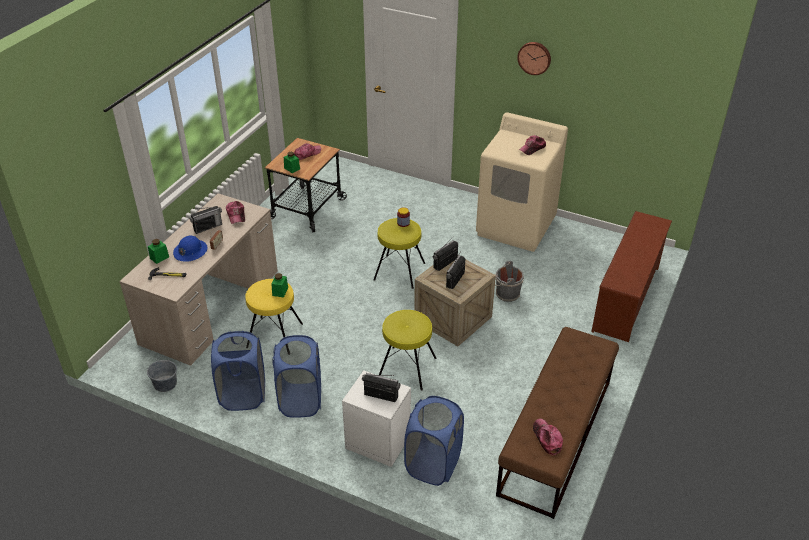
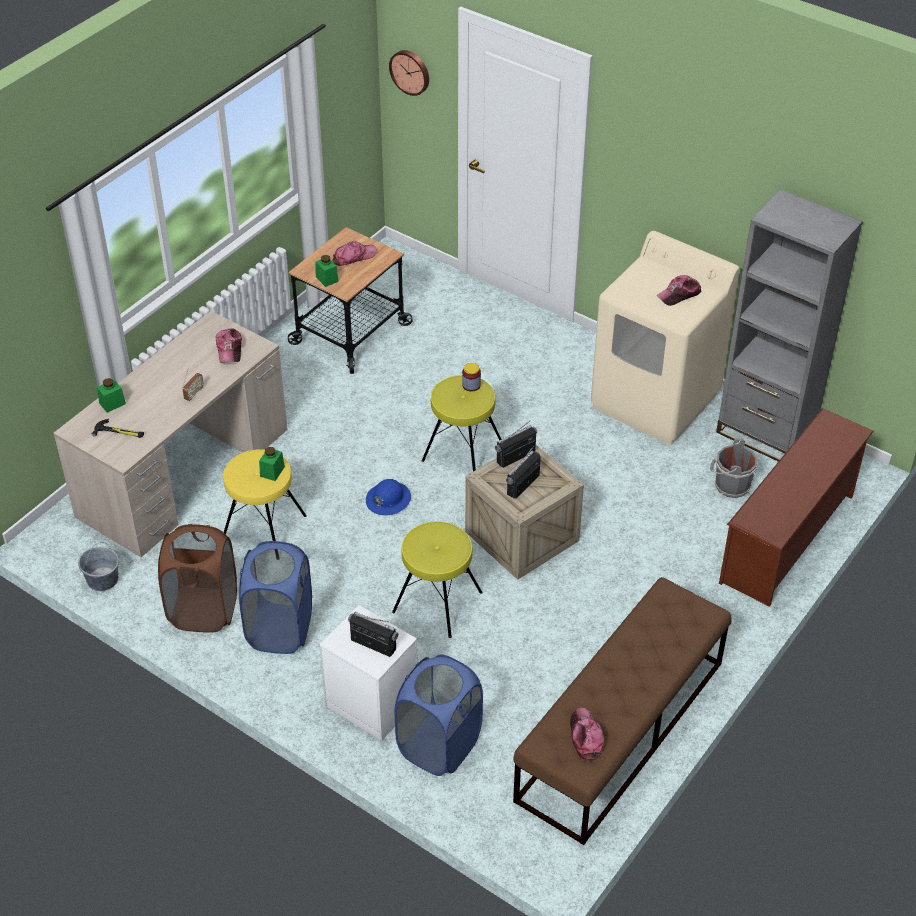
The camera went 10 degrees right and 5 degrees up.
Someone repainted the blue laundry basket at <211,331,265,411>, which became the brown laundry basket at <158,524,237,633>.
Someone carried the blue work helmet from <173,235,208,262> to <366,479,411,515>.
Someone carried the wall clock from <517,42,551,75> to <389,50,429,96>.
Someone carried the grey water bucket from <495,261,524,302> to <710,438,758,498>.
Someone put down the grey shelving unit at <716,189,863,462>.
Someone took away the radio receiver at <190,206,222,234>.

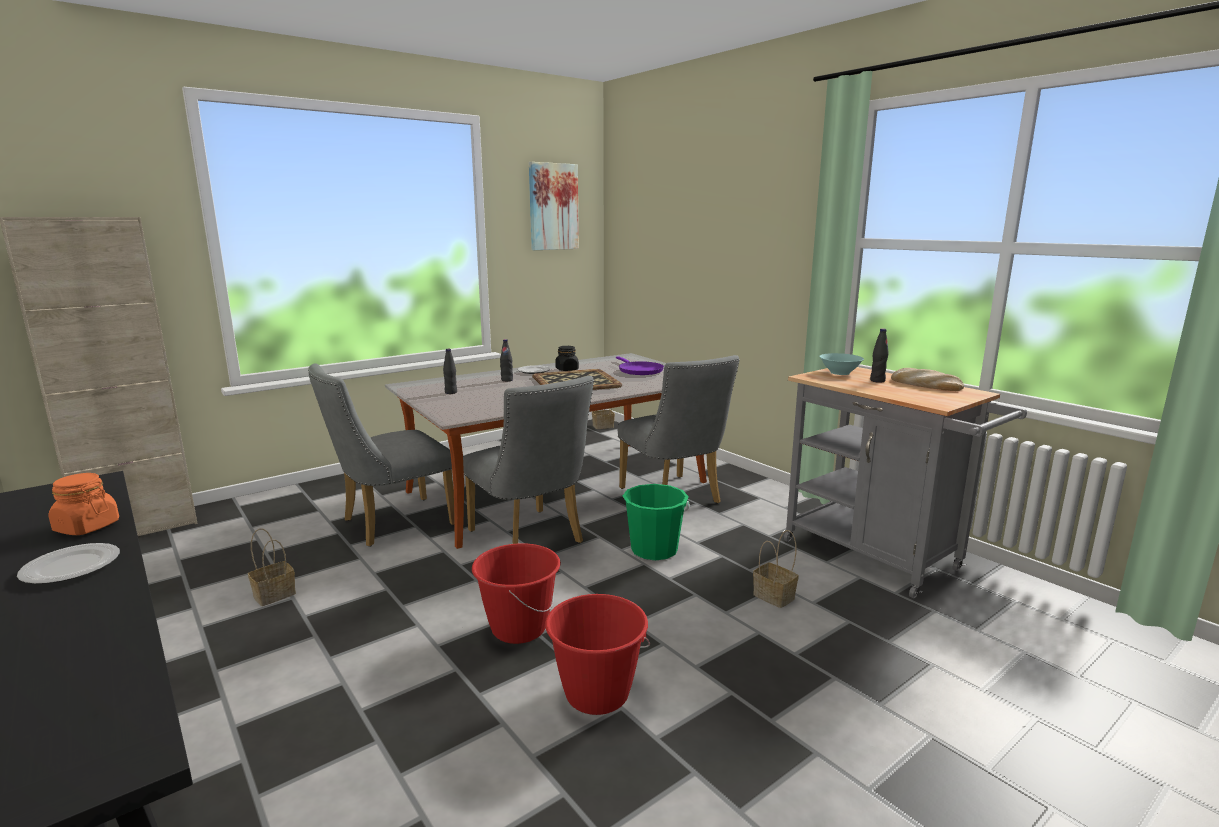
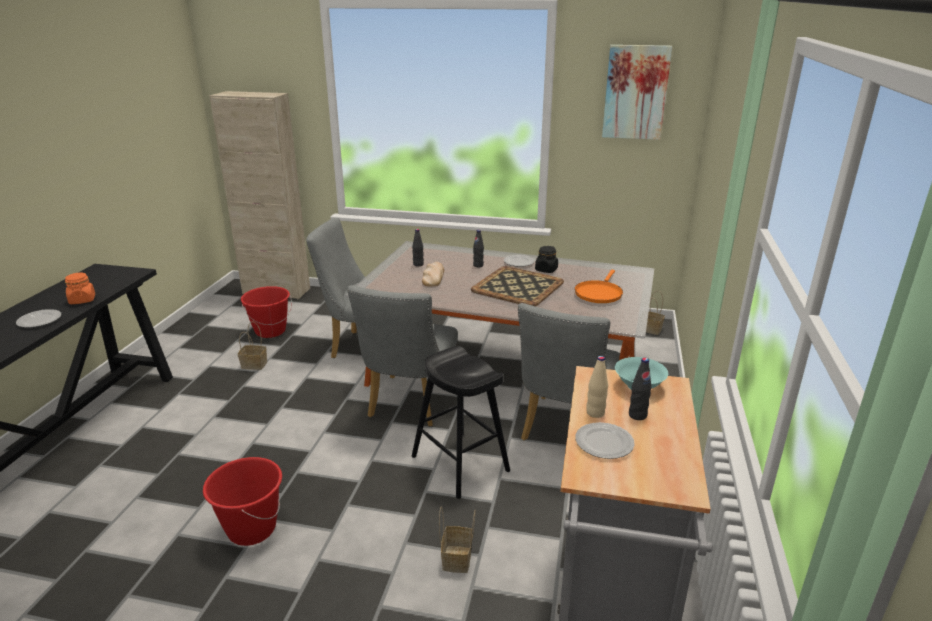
The camera went 50 degrees right and 10 degrees up.
Someone carried the reddish water bucket from <472,543,561,644> to <241,286,292,338>.
Someone swapped the green water bucket at <623,484,690,560> for the black-coloured stool at <412,346,510,499>.
Someone carried the bread from <891,368,964,391> to <422,262,444,287>.
Someone repainted the purplish pan at <616,356,664,375>, which became the orange pan at <575,270,623,303>.
Someone put down the plate at <575,422,635,459>.
Someone put down the beige-coloured drink bottle at <586,356,608,418>.

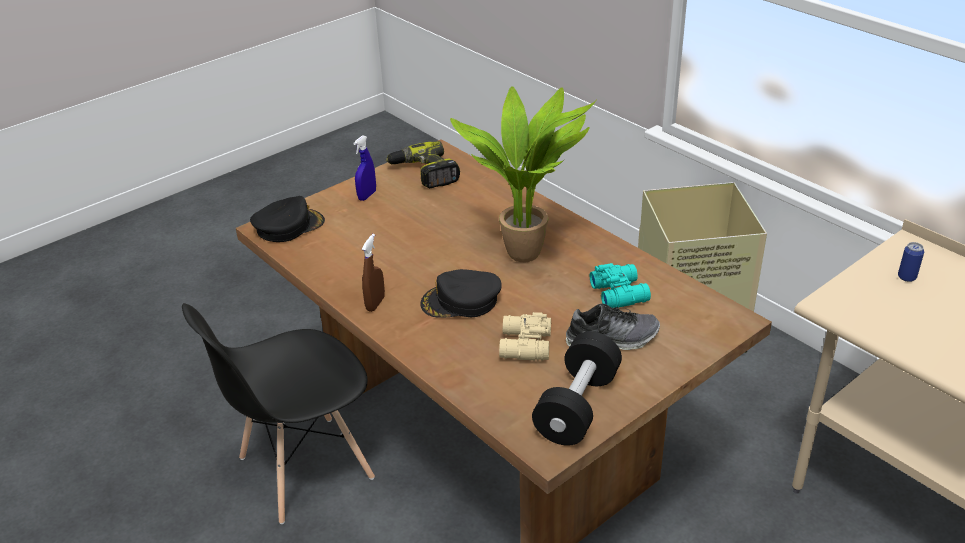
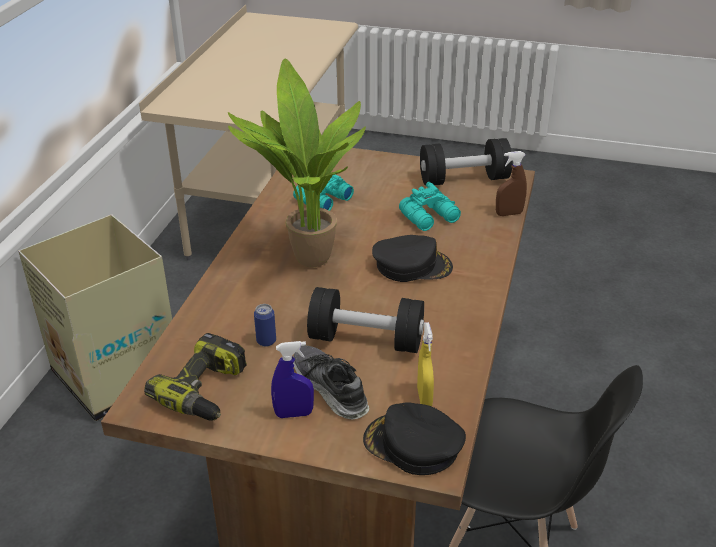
The camera went 125 degrees left and 0 degrees up.
Someone carried the sealed can from <898,242,924,282> to <254,304,276,347>.
Someone carried the item of footwear from <566,304,660,350> to <293,346,369,419>.
Someone put down the black-coloured dumbbell at <307,287,424,353>.
Someone rotated the black-coloured cap at <420,269,502,318> by 45 degrees counterclockwise.
Someone repainted the beige-coloured pair of binoculars at <499,312,551,361>, which became the turquoise-coloured pair of binoculars at <399,182,461,231>.
Someone put down the yellow spray bottle at <417,322,434,406>.
Someone carried the brown spray bottle from <362,234,385,312> to <496,151,527,216>.

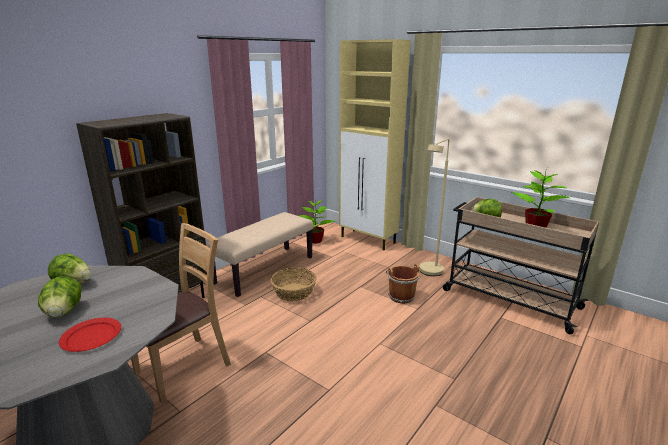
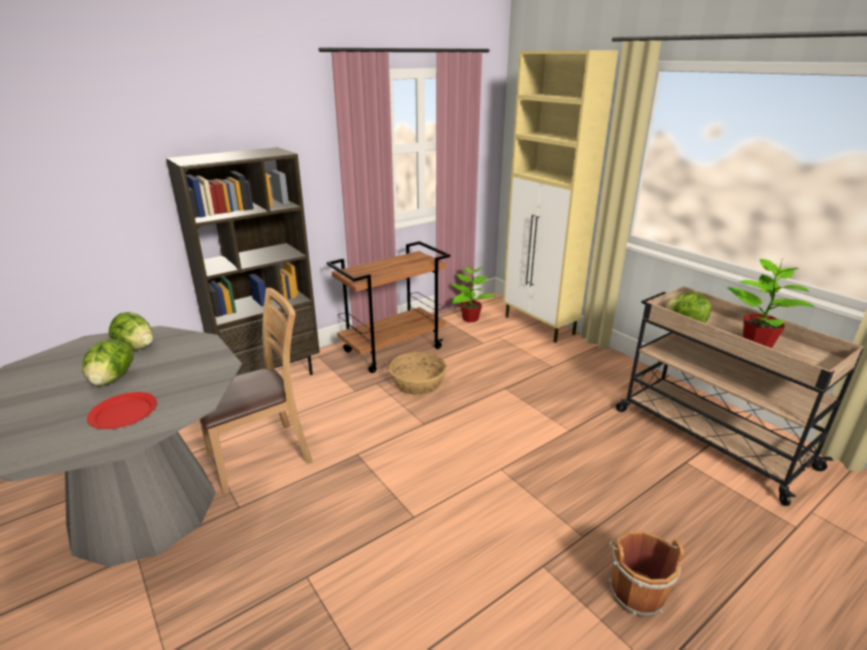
The camera went 15 degrees right and 5 degrees up.
Someone swapped the beige-coloured bench at <206,212,313,297> for the brown trolley at <327,241,450,373>.
Someone carried the brown water bucket from <386,264,419,304> to <609,531,684,617>.
Someone took away the beige-coloured standard lamp at <419,139,449,276>.

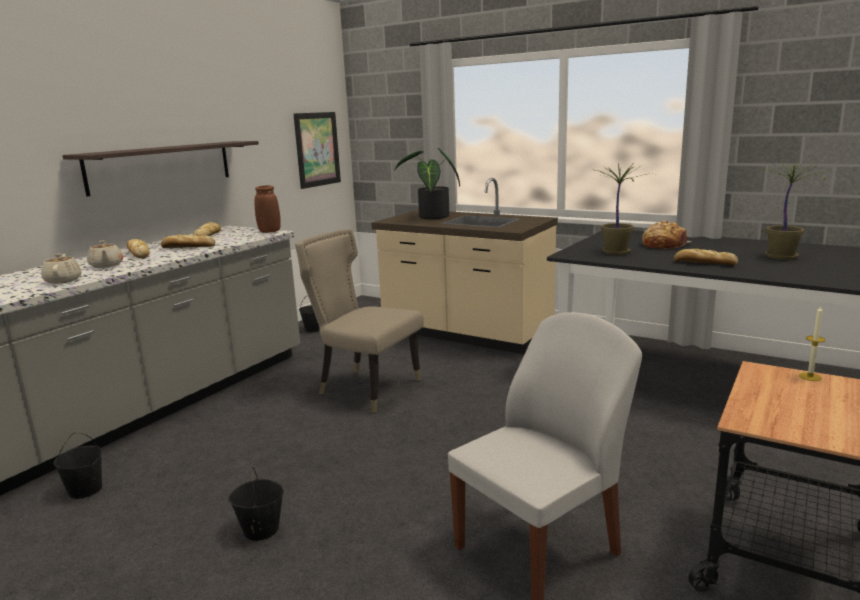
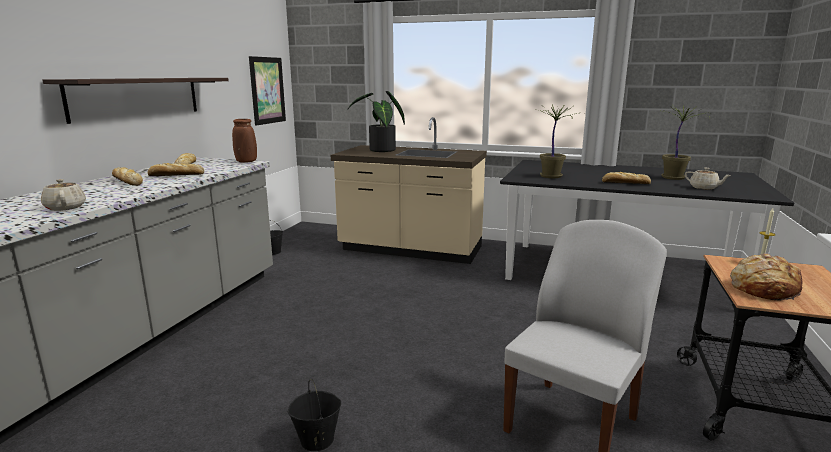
The camera went 15 degrees left and 0 degrees up.
Someone carried the beige-coloured teapot from <87,241,123,268> to <685,168,731,190>.
Someone carried the bread from <642,220,692,249> to <730,253,803,301>.
Someone took away the black-coloured water bucket at <54,433,102,499>.
Someone took away the beige-coloured upright chair at <295,229,424,413>.

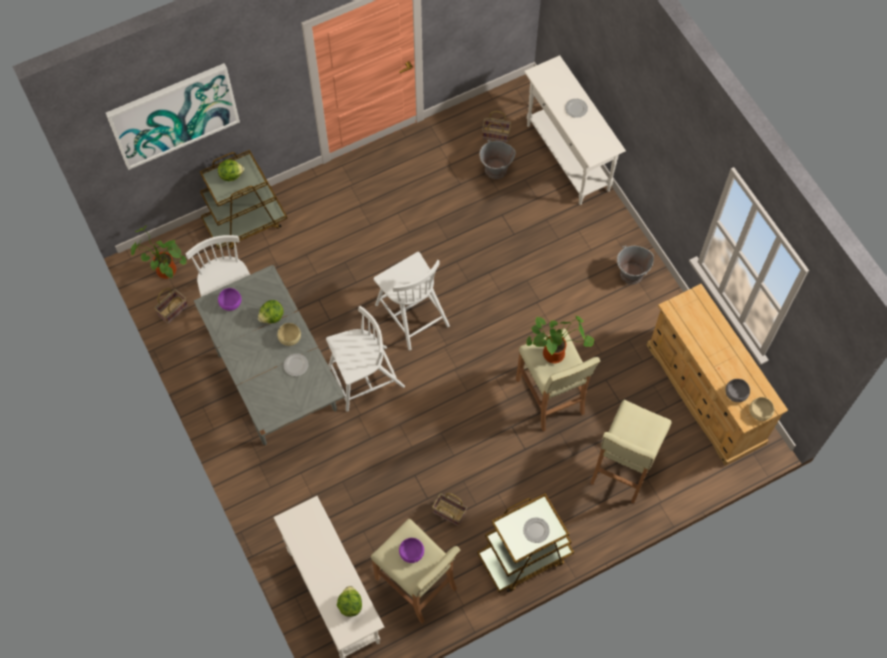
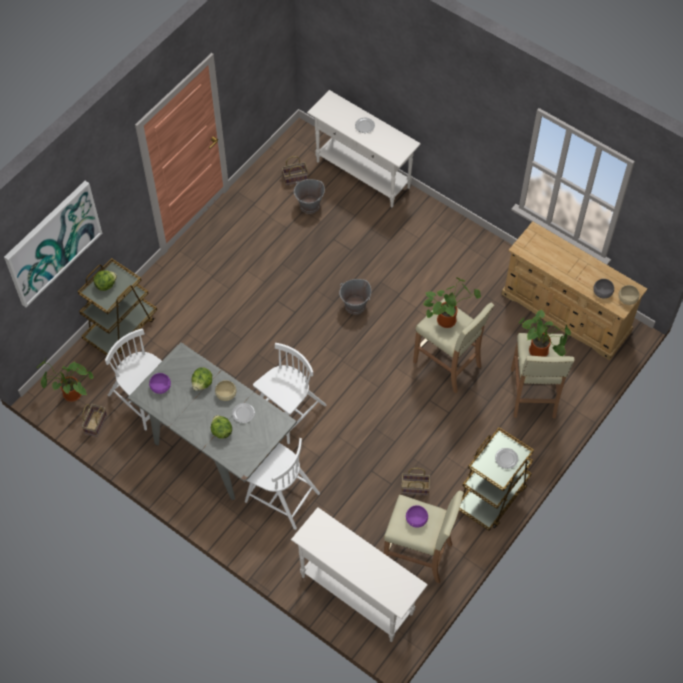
The camera went 25 degrees left and 5 degrees down.
Someone carried the lettuce from <337,586,362,617> to <211,415,232,439>.
Someone carried the whitish upright chair from <373,252,450,351> to <245,438,320,530>.
Someone carried the grey water bucket from <617,245,654,284> to <339,279,371,315>.
Someone put down the plant in a pot at <519,310,571,357>.

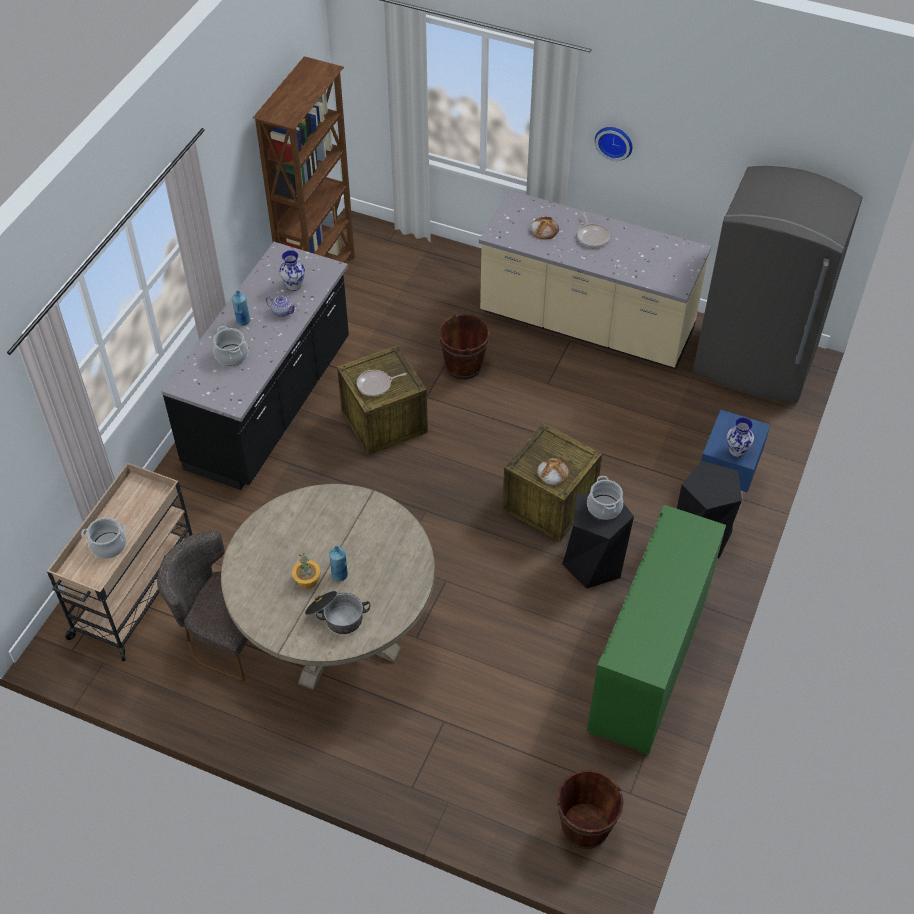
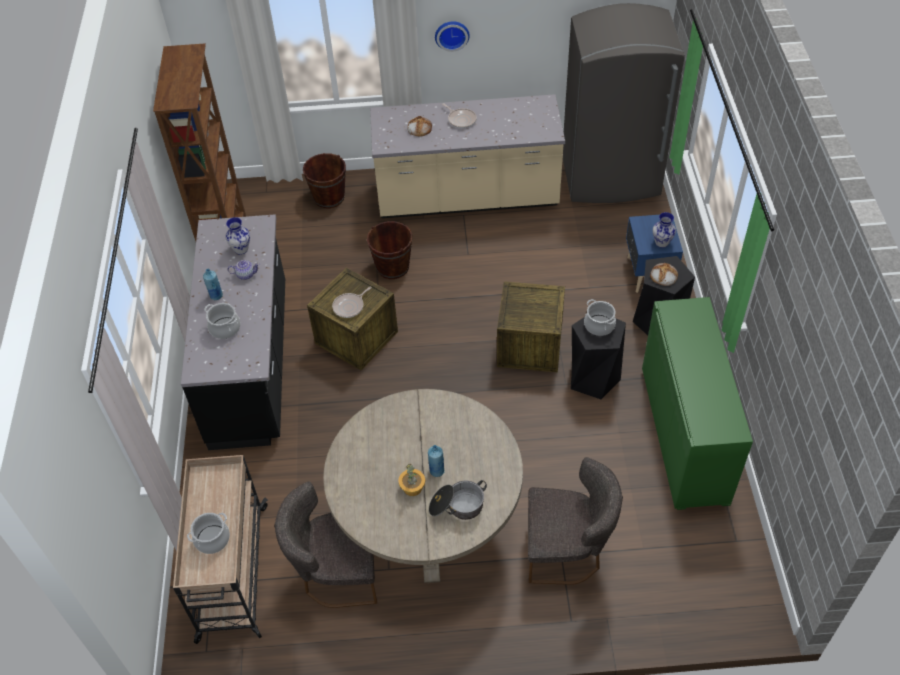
The camera went 25 degrees left and 0 degrees up.
Someone carried the brown water bucket from <557,770,624,849> to <303,153,346,208>.
Someone put down the grey upright chair at <528,457,623,585>.
Someone carried the bread from <537,458,569,486> to <650,263,678,286>.

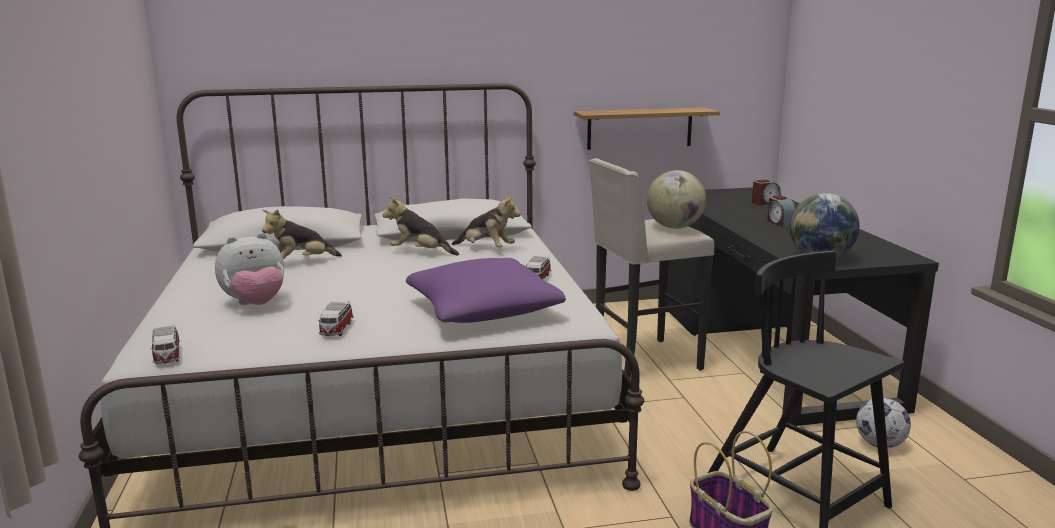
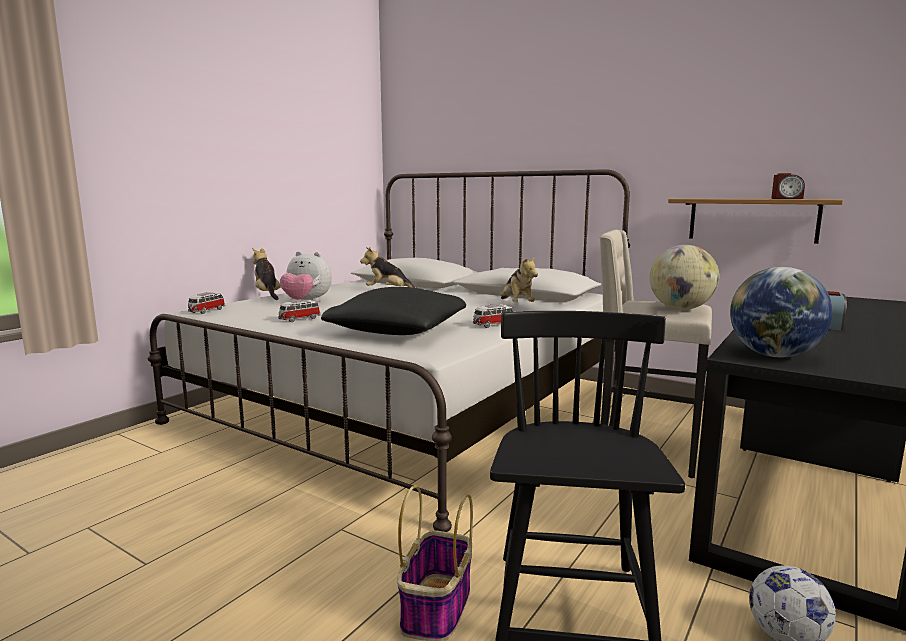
The camera went 45 degrees right and 5 degrees down.
Someone carried the plush toy from <383,196,459,256> to <252,248,281,300>.
Someone repainted the purplish throw pillow at <406,258,566,323>, which became the black-coloured throw pillow at <321,287,466,335>.
Someone carried the table clock from <752,179,781,205> to <771,173,805,199>.

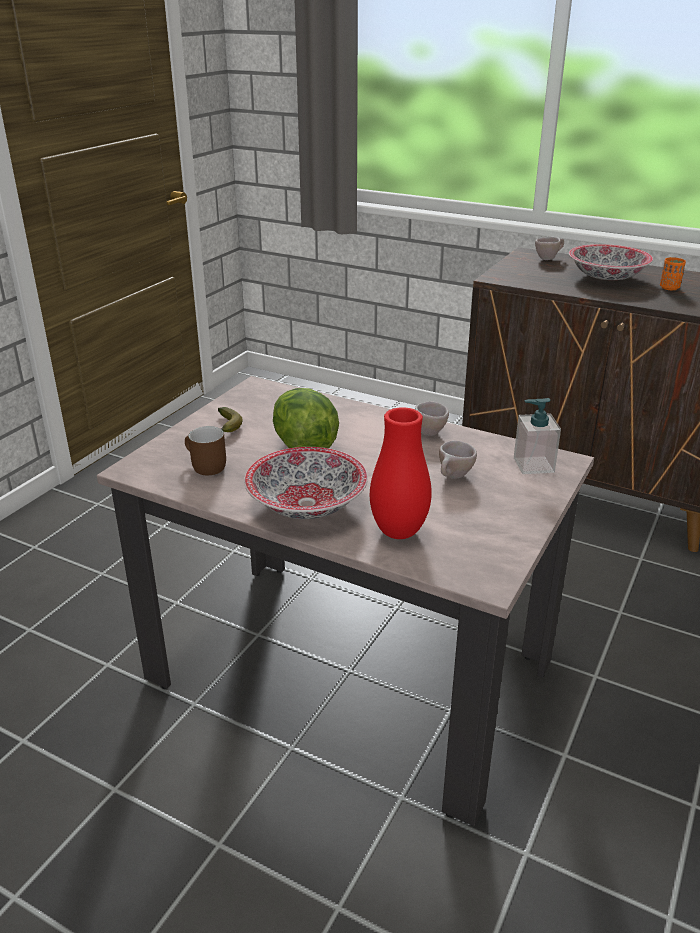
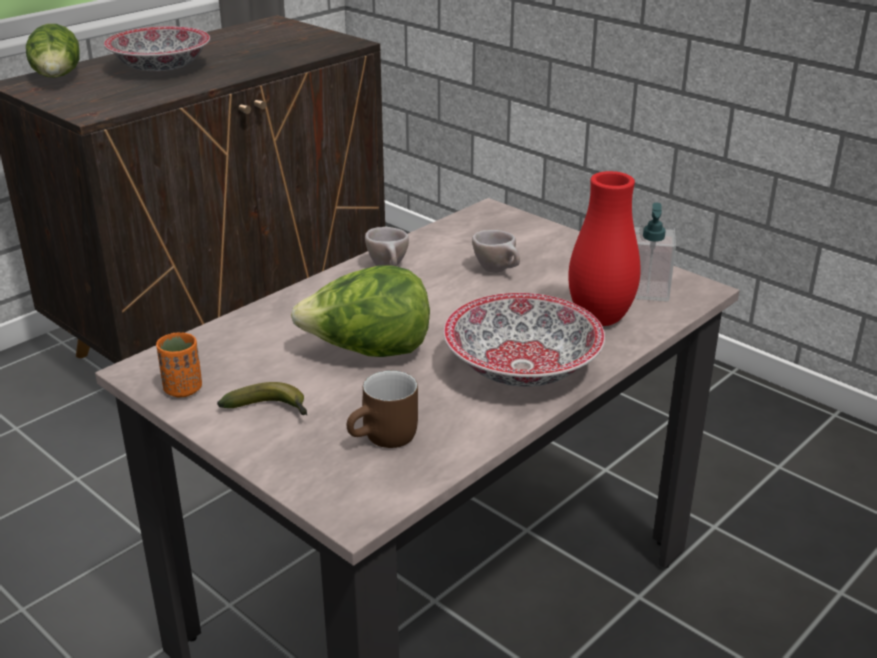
The camera went 75 degrees left and 0 degrees up.
Someone swapped the beige-coloured small cup at <535,237,564,260> for the lettuce at <26,24,80,78>.
Someone carried the orange small cup from <660,257,686,290> to <156,332,202,397>.
Someone carried the liquid soap bottle from <514,398,561,474> to <634,203,676,302>.

